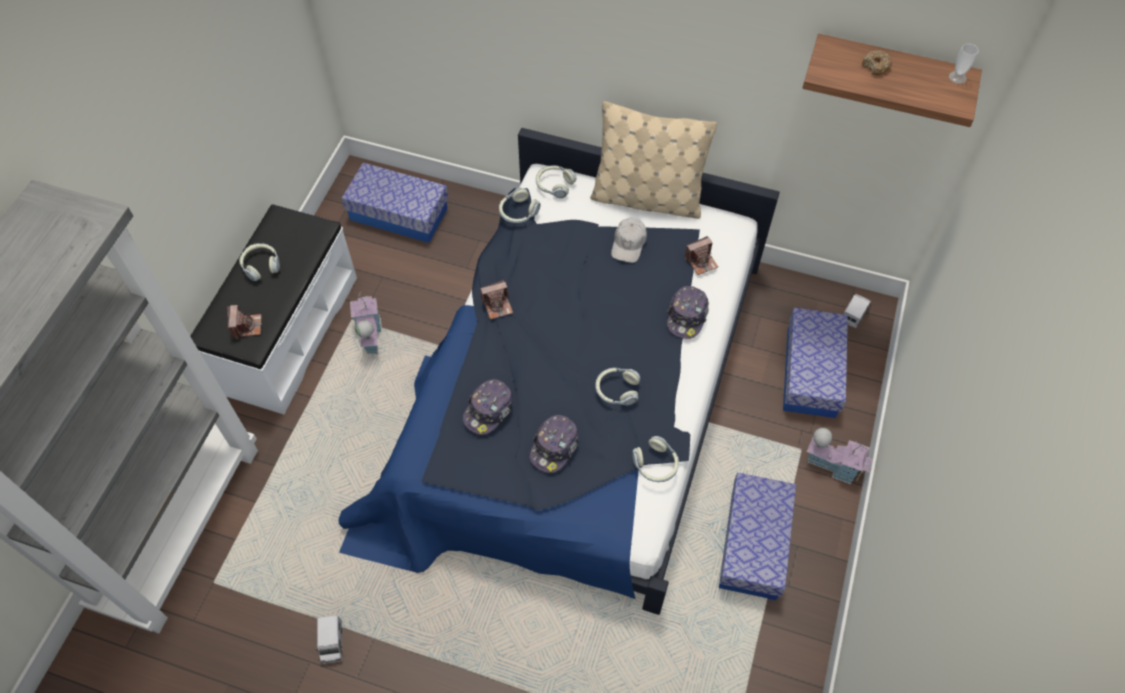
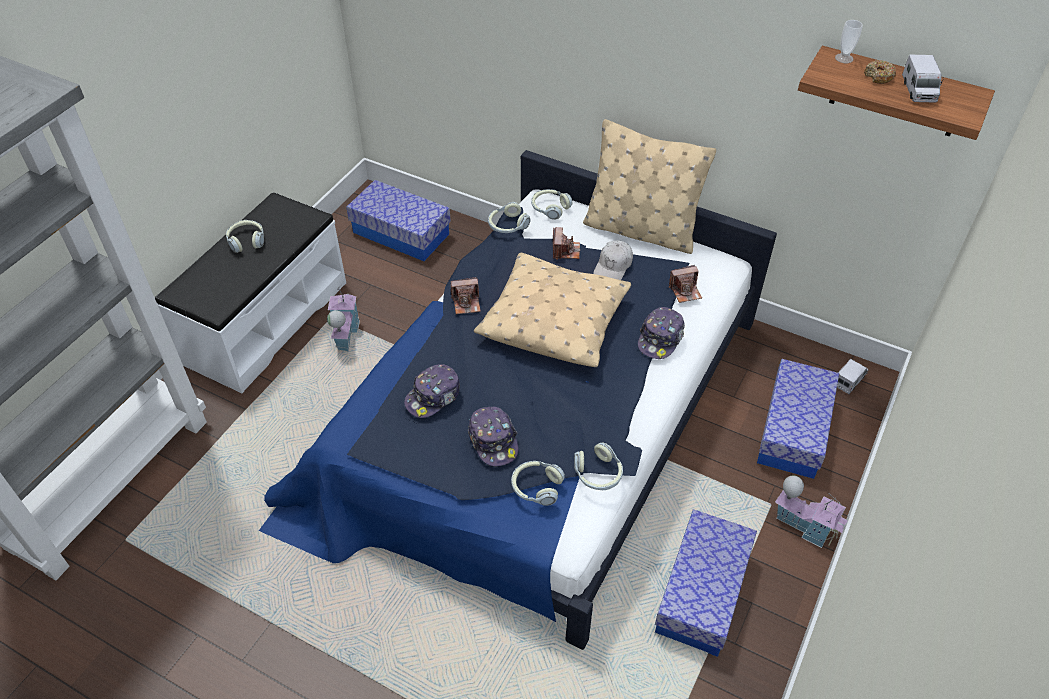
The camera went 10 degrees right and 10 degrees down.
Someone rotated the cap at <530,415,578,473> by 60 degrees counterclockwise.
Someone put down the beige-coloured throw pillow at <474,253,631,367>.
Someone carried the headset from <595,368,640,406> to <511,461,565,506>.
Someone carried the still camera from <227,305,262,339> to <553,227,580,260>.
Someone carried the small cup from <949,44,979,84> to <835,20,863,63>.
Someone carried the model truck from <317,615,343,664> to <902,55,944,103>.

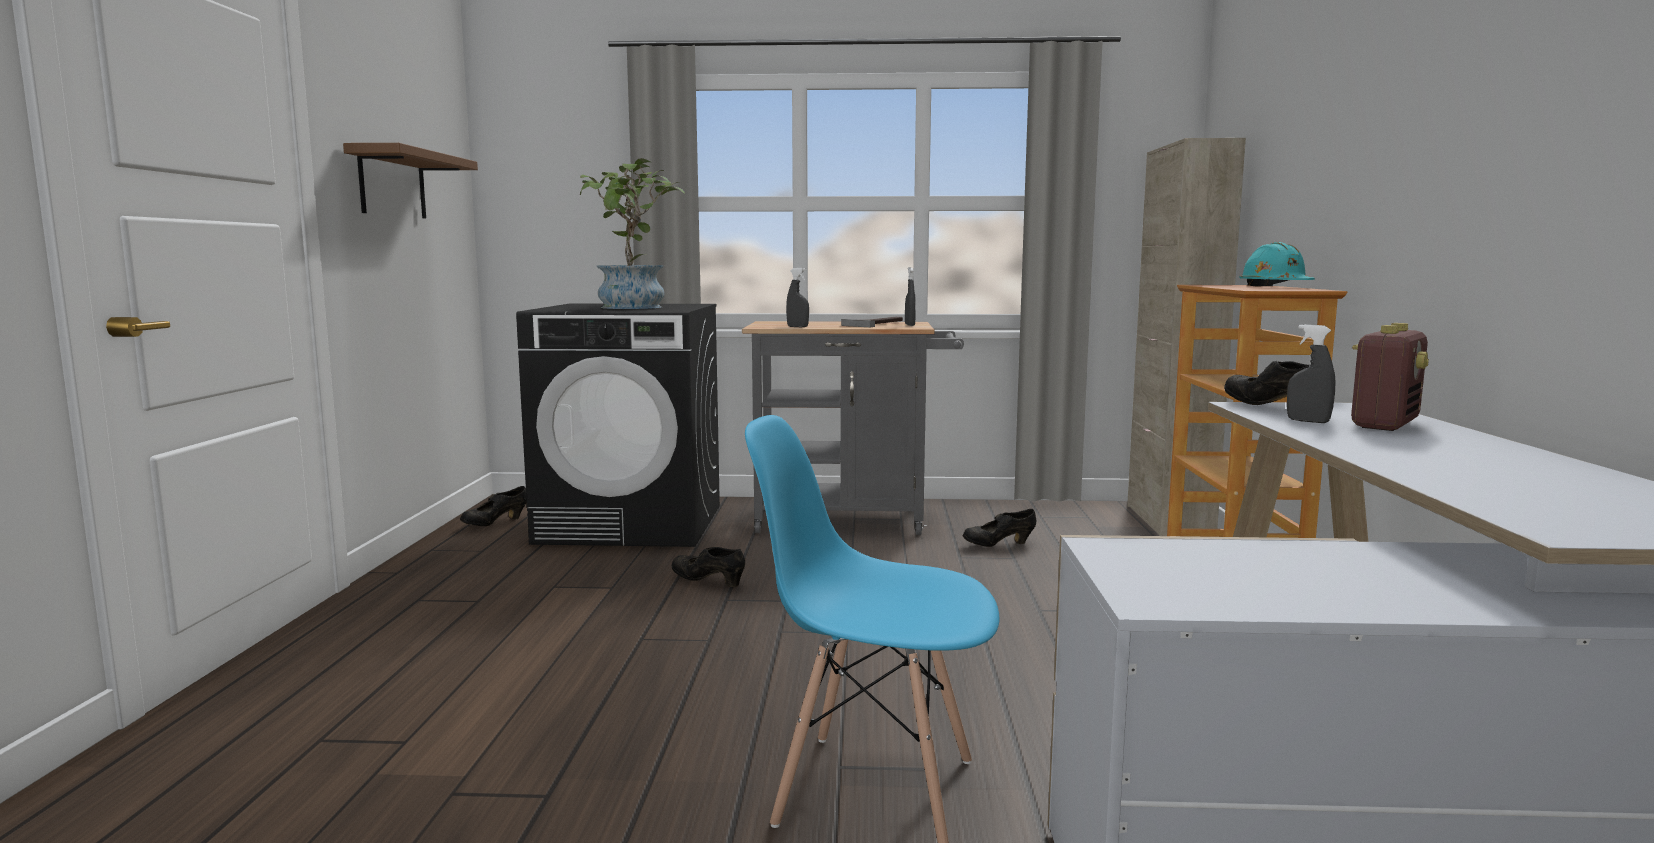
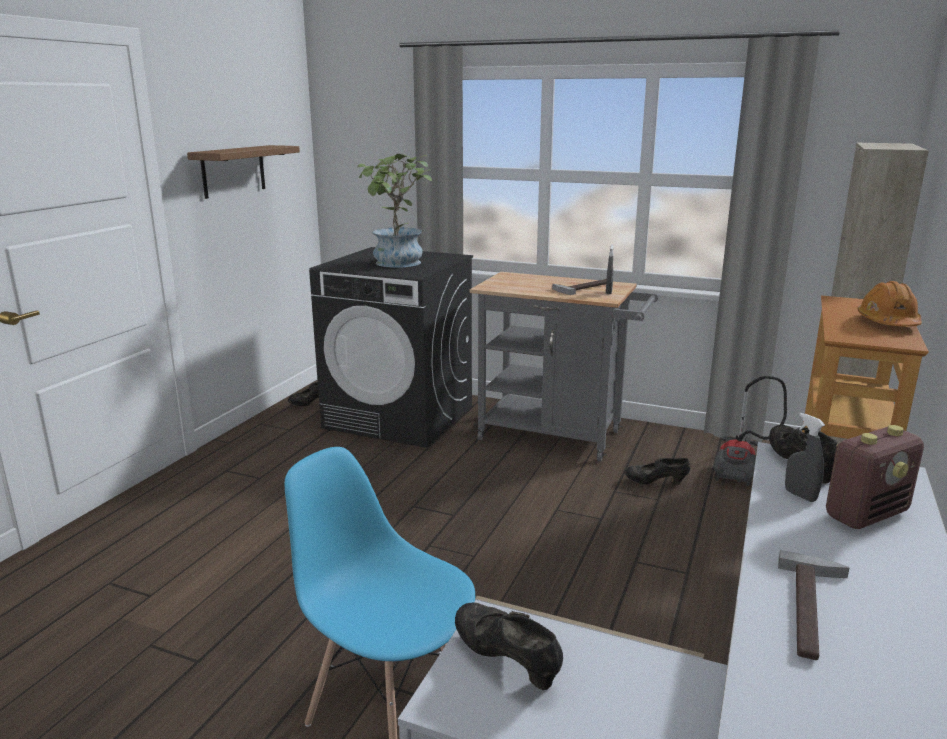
The camera went 20 degrees right and 10 degrees up.
Someone carried the black-coloured item of footwear from <672,547,745,587> to <455,602,563,690>.
Someone put down the vacuum at <714,376,787,486>.
Someone put down the hammer at <778,550,849,660>.
Someone repainted the turquoise-coloured work helmet at <1239,242,1315,287>, which became the orange work helmet at <857,281,922,327>.
Someone took away the grey spray bottle at <786,268,809,327>.

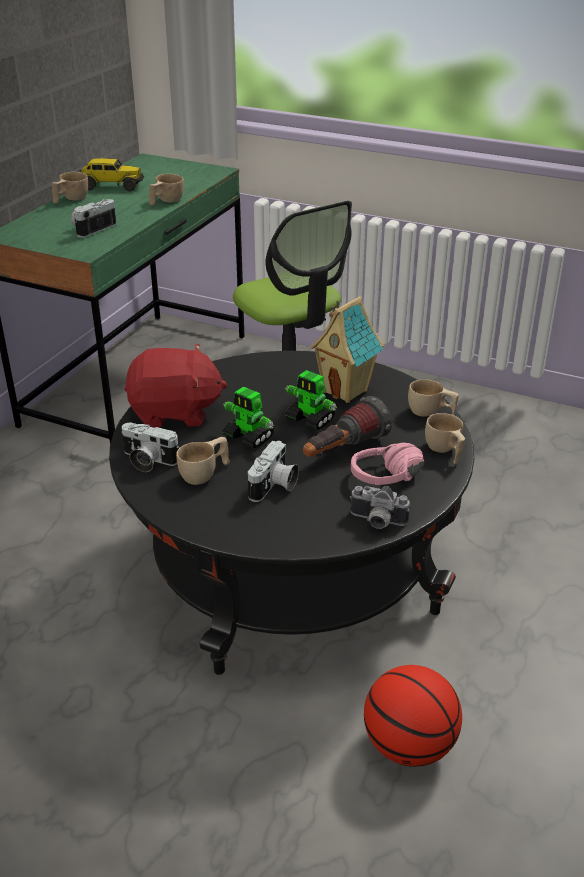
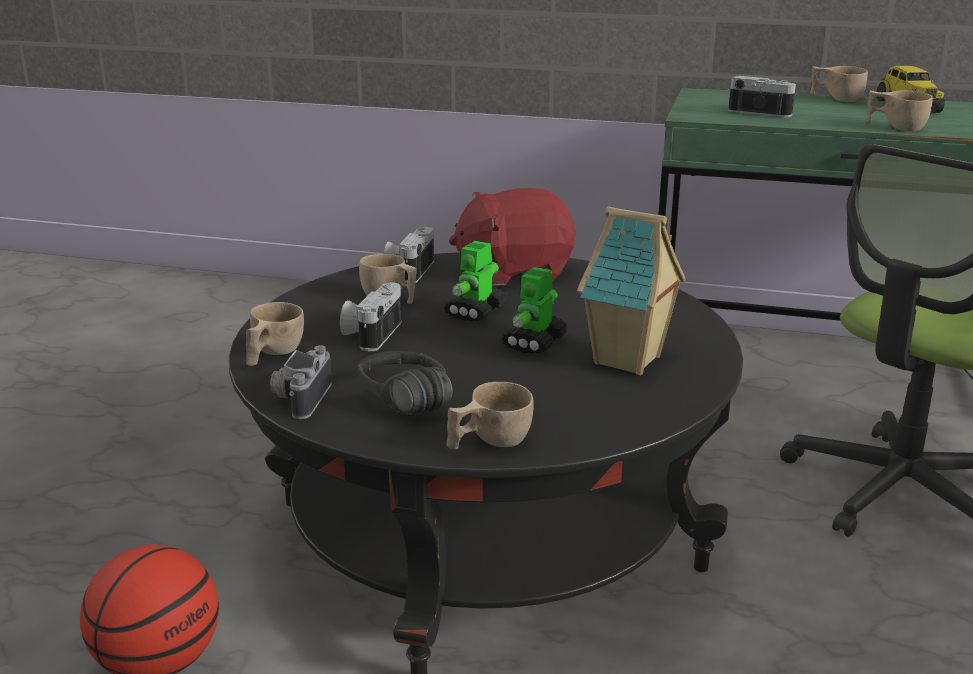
The camera went 80 degrees right and 10 degrees down.
Someone carried the beige-coloured small cup from <408,379,459,417> to <246,302,304,366>.
Someone rotated the still camera at <248,441,299,502> by 90 degrees clockwise.
Someone repainted the pink-coloured headset at <351,443,424,485>, which became the black-coloured headset at <357,351,452,415>.
Someone rotated the reddish plush toy at <124,344,227,428> by 90 degrees clockwise.
Someone took away the torch at <303,396,392,457>.

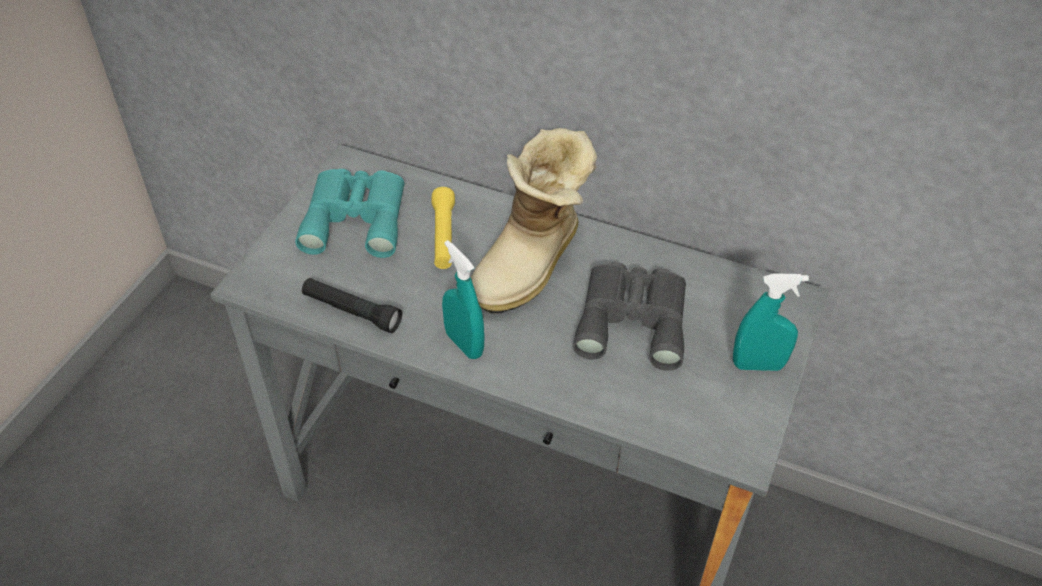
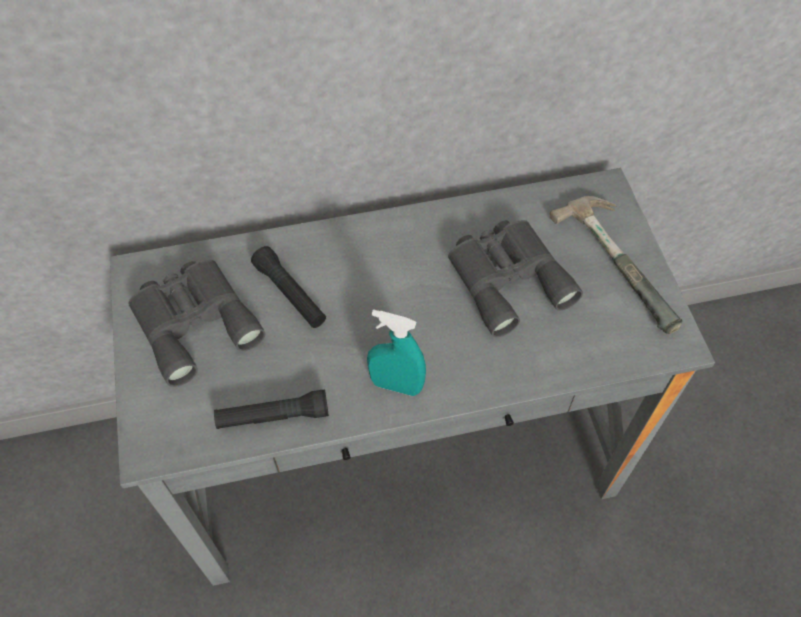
The camera went 35 degrees left and 10 degrees up.
Someone repainted the turquoise-coloured pair of binoculars at <295,169,404,258>, which became the grey pair of binoculars at <128,260,265,387>.
Someone repainted the yellow torch at <431,187,455,269>, which became the black-coloured torch at <251,246,326,328>.
Someone swapped the turquoise-coloured spray bottle at <733,273,809,371> for the hammer at <550,196,682,334>.
Someone took away the boot at <471,128,597,314>.

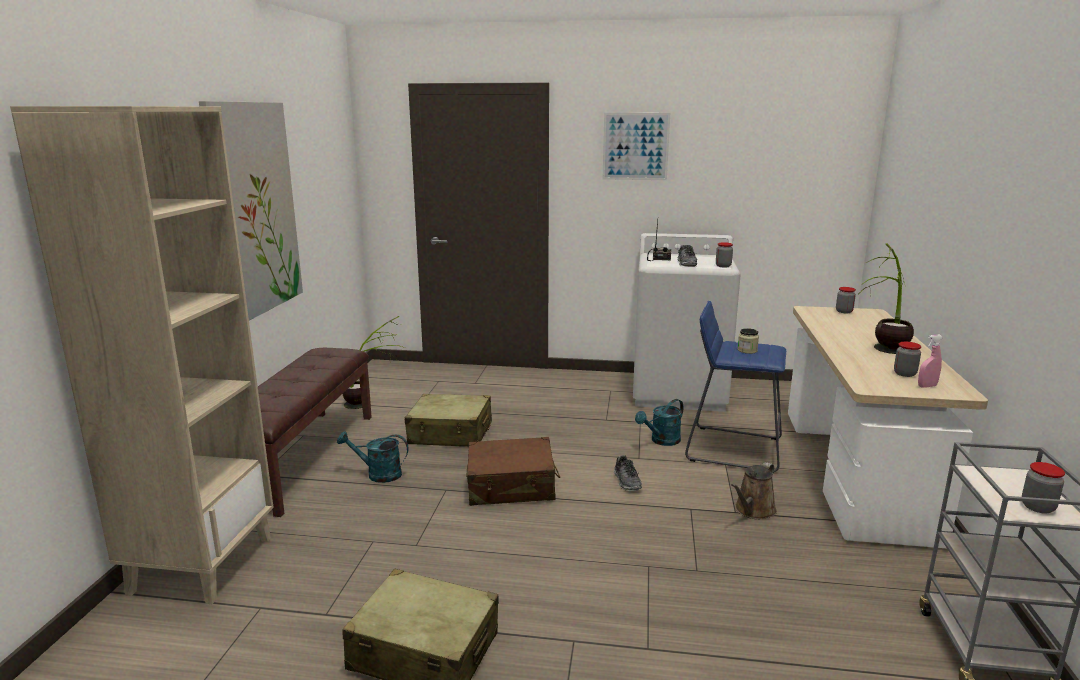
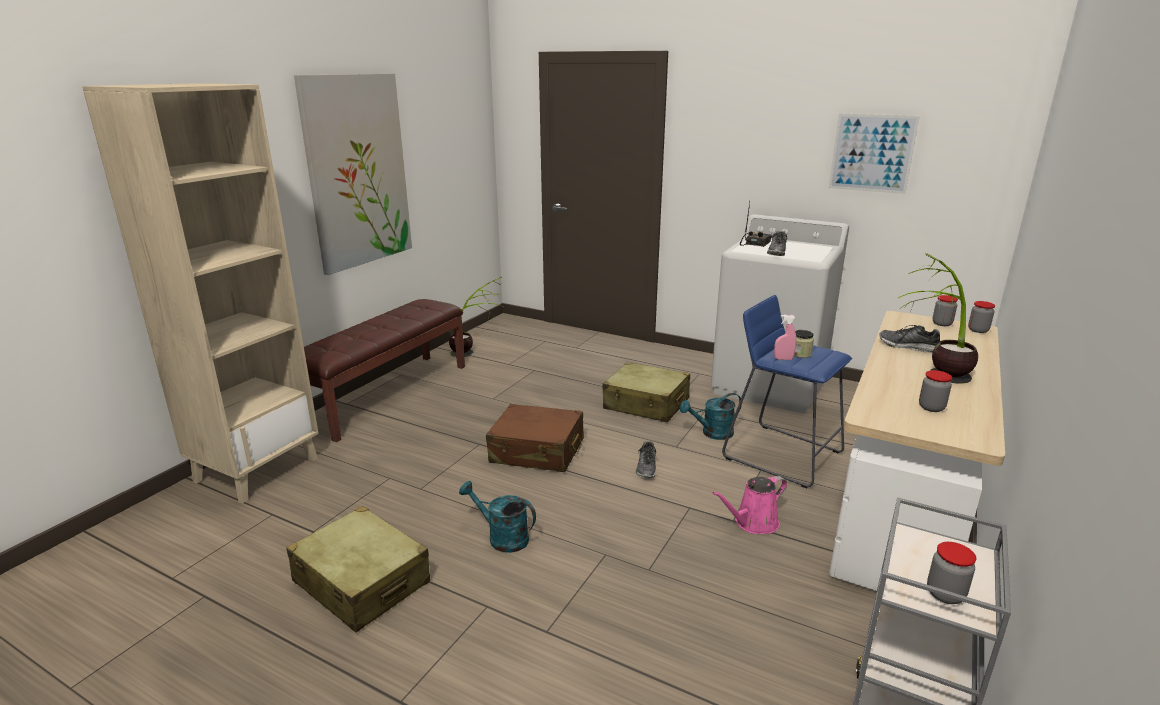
The camera went 20 degrees right and 5 degrees up.
Someone carried the turquoise-coloured watering pot from <337,431,409,483> to <459,481,536,553>.
Someone carried the beige-coloured travel case from <405,394,492,446> to <602,362,690,422>.
Someone repainted the brown watering pot at <731,462,777,520>, which became the pink-coloured watering pot at <712,476,787,534>.
Someone carried the pink-coloured spray bottle from <918,335,943,388> to <774,315,796,360>.
Someone carried the wall picture from <603,113,670,180> to <829,113,920,194>.
Someone put down the item of footwear at <879,325,940,353>.
Someone carried the preserve jar from <716,242,733,267> to <968,301,995,333>.

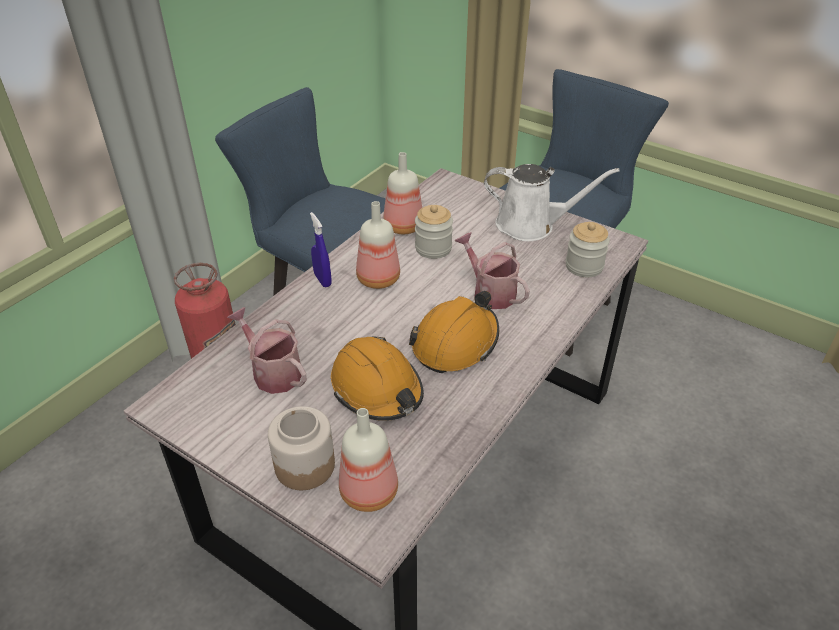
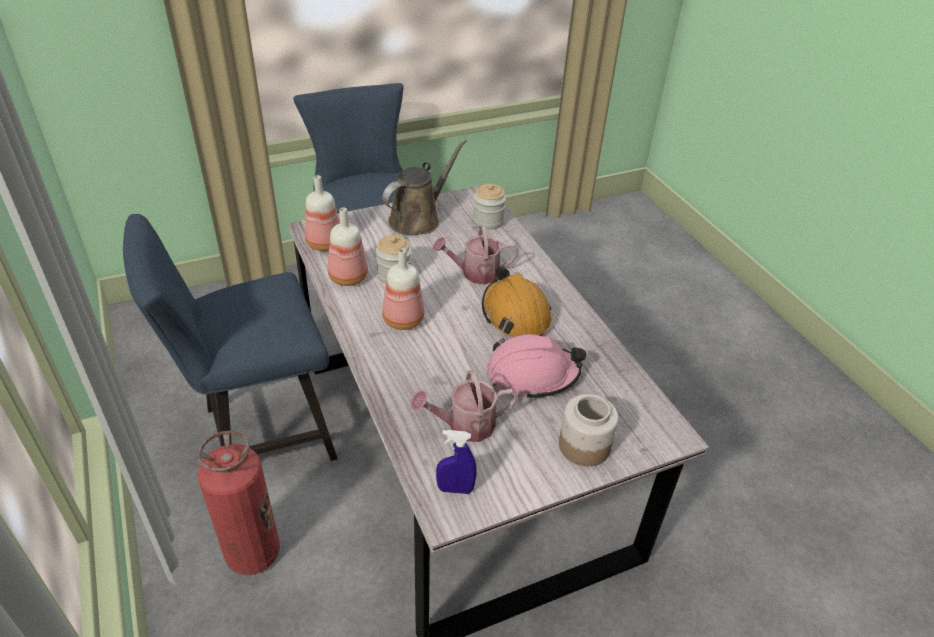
The camera went 60 degrees left and 0 degrees up.
Someone carried the drink bottle from <339,408,398,512> to <305,175,340,251>.
Someone repainted the whitish watering pot at <484,164,619,241>, which became the brown watering pot at <382,139,467,235>.
Someone carried the blue spray bottle from <310,212,332,287> to <436,430,476,494>.
Someone repainted the orange work helmet at <331,336,424,421>, which became the pink-coloured work helmet at <487,334,586,400>.

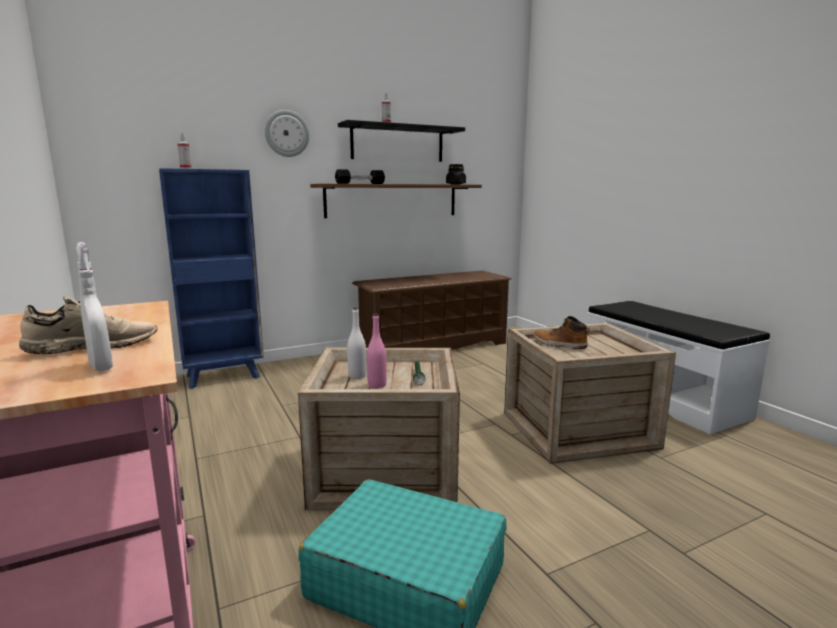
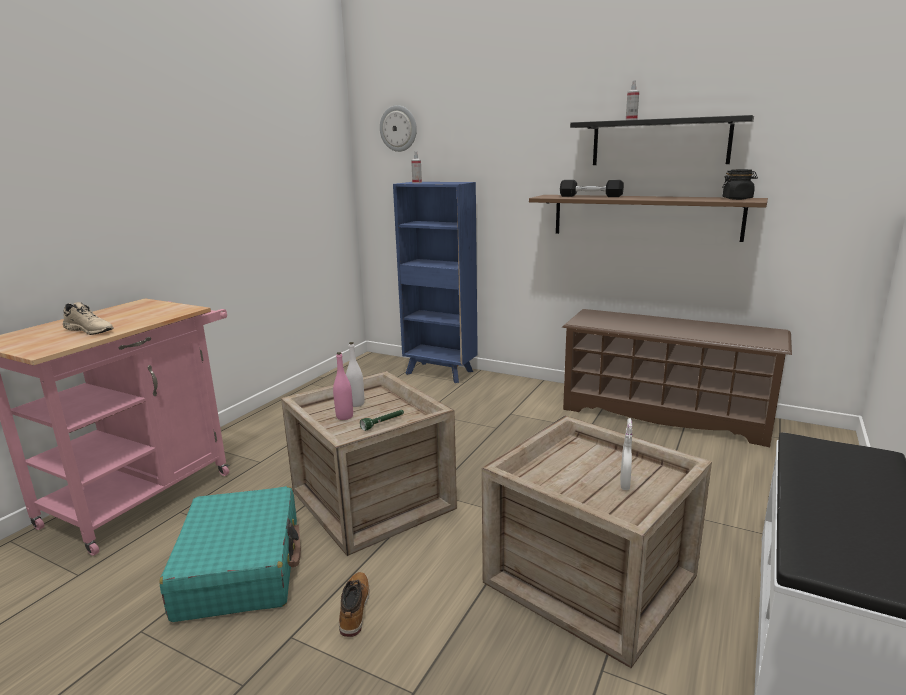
The camera went 55 degrees right and 5 degrees up.
Someone carried the boot from <534,316,589,349> to <339,572,369,637>.
Someone carried the wall clock from <264,110,309,157> to <380,105,417,152>.
Someone carried the whitish spray bottle from <76,242,113,371> to <620,418,632,490>.

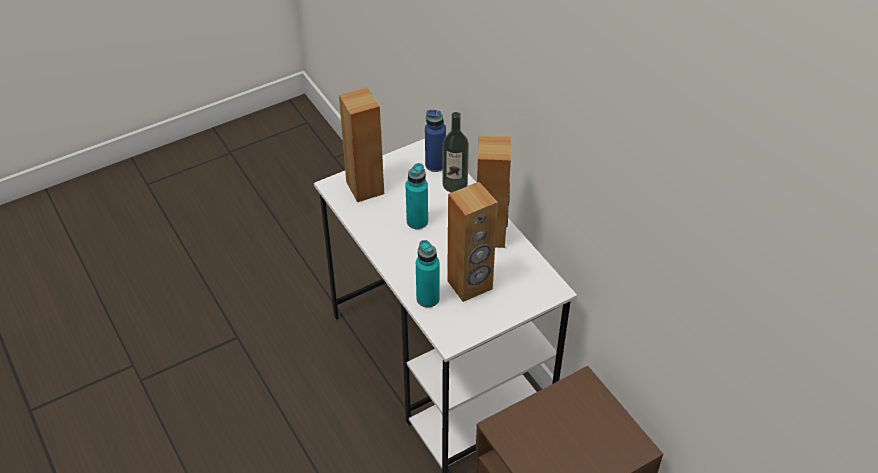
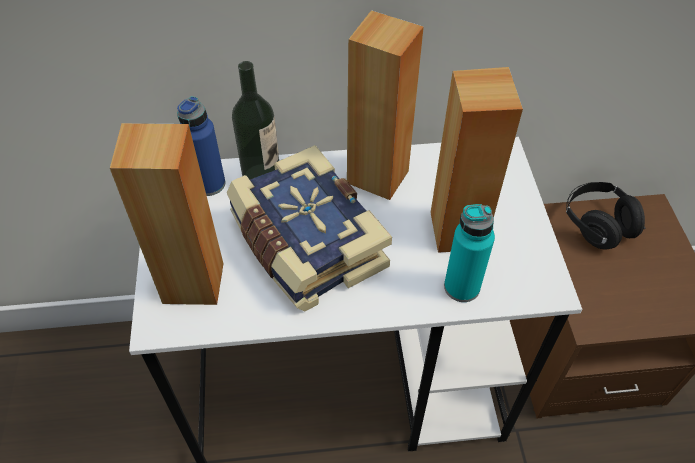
The camera went 65 degrees left and 5 degrees up.
Someone swapped the turquoise-coloured drink bottle at <405,163,428,229> for the book at <227,145,392,312>.
Someone put down the black-coloured headset at <566,182,646,250>.

